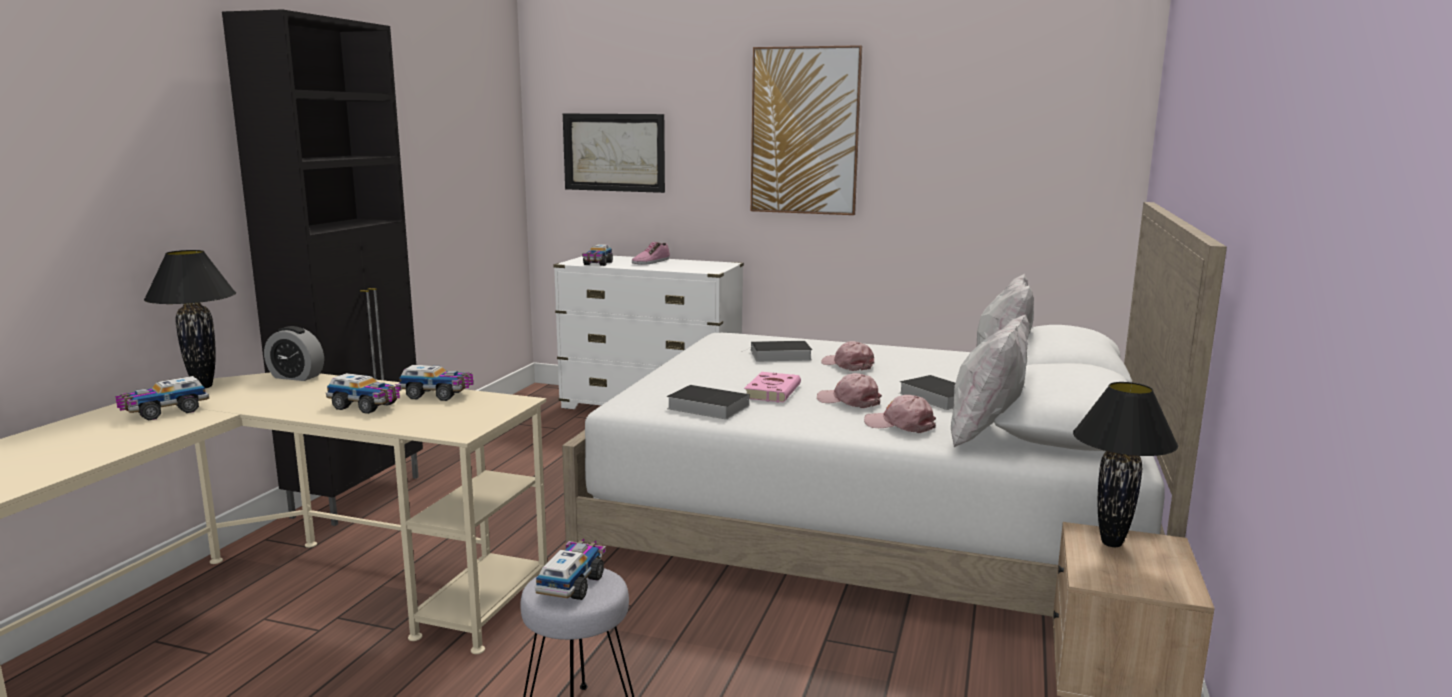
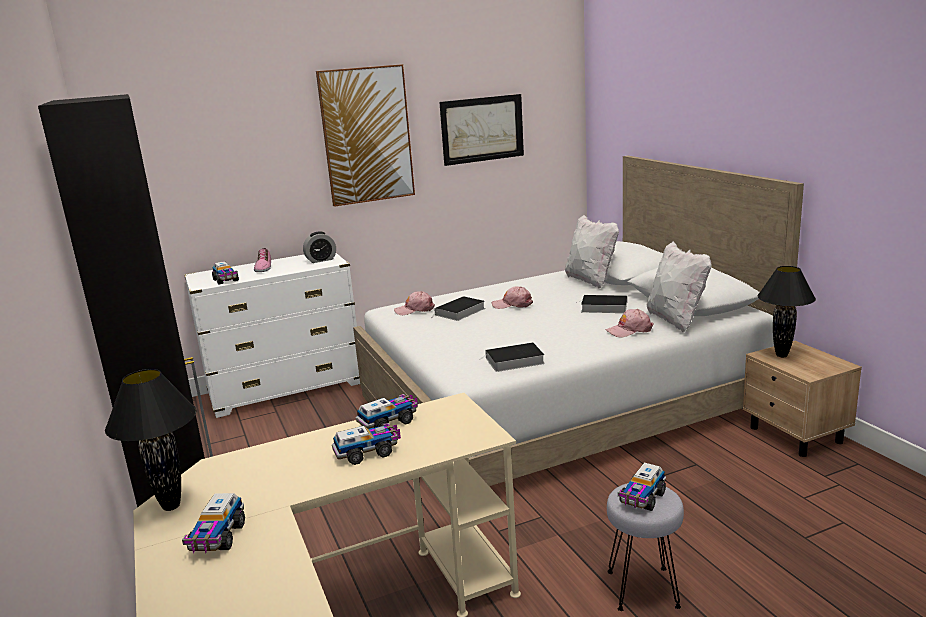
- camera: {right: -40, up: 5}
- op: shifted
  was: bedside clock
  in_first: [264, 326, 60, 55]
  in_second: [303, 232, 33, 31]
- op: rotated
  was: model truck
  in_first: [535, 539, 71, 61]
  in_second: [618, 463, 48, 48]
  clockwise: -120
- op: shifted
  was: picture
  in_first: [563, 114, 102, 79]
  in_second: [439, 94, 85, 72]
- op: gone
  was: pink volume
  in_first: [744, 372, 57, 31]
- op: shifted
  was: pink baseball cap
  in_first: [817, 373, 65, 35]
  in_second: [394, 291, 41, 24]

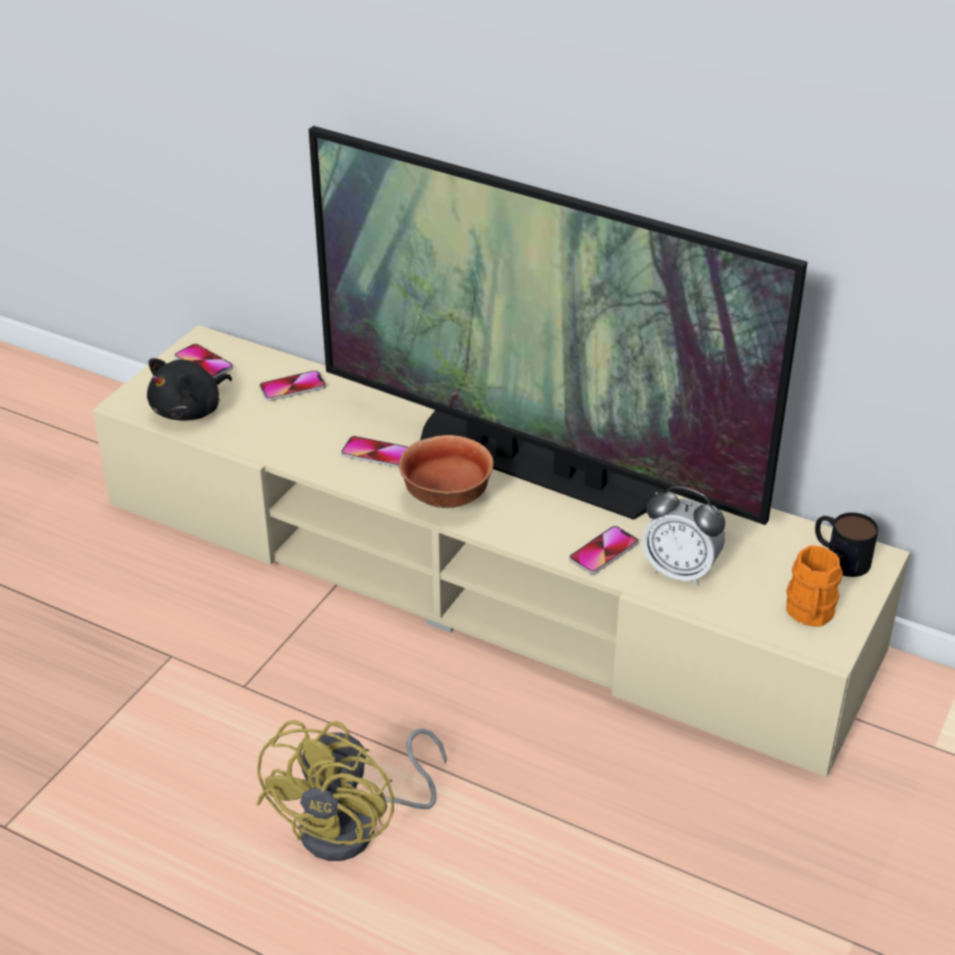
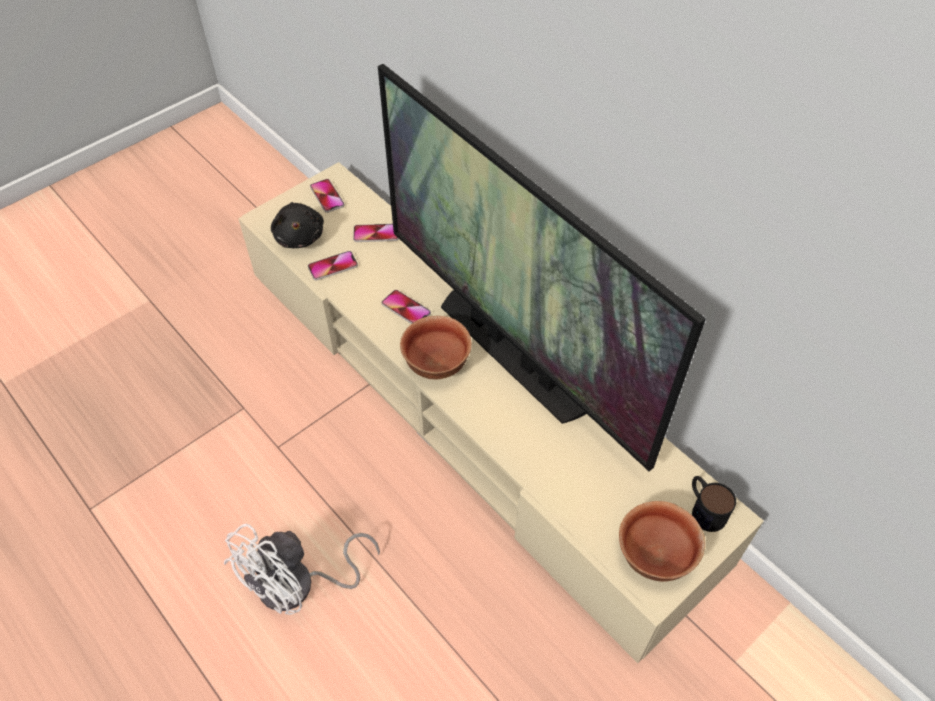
- camera: {right: 20, up: 15}
- op: rotated
  was: black soft toy
  in_first: [147, 358, 85, 63]
  in_second: [271, 202, 53, 46]
  clockwise: -75
- op: repainted
  was: yellow electric fan
  now: white-coloured electric fan
  in_first: [256, 720, 191, 141]
  in_second: [223, 524, 157, 91]
- op: shifted
  was: telephone
  in_first: [569, 526, 69, 48]
  in_second: [308, 251, 50, 30]
- op: gone
  was: bedside clock
  in_first: [642, 486, 83, 100]
- op: swapped
  was: orange-coloured tea mug
  now: bowl
  in_first: [787, 545, 56, 82]
  in_second: [619, 501, 86, 81]

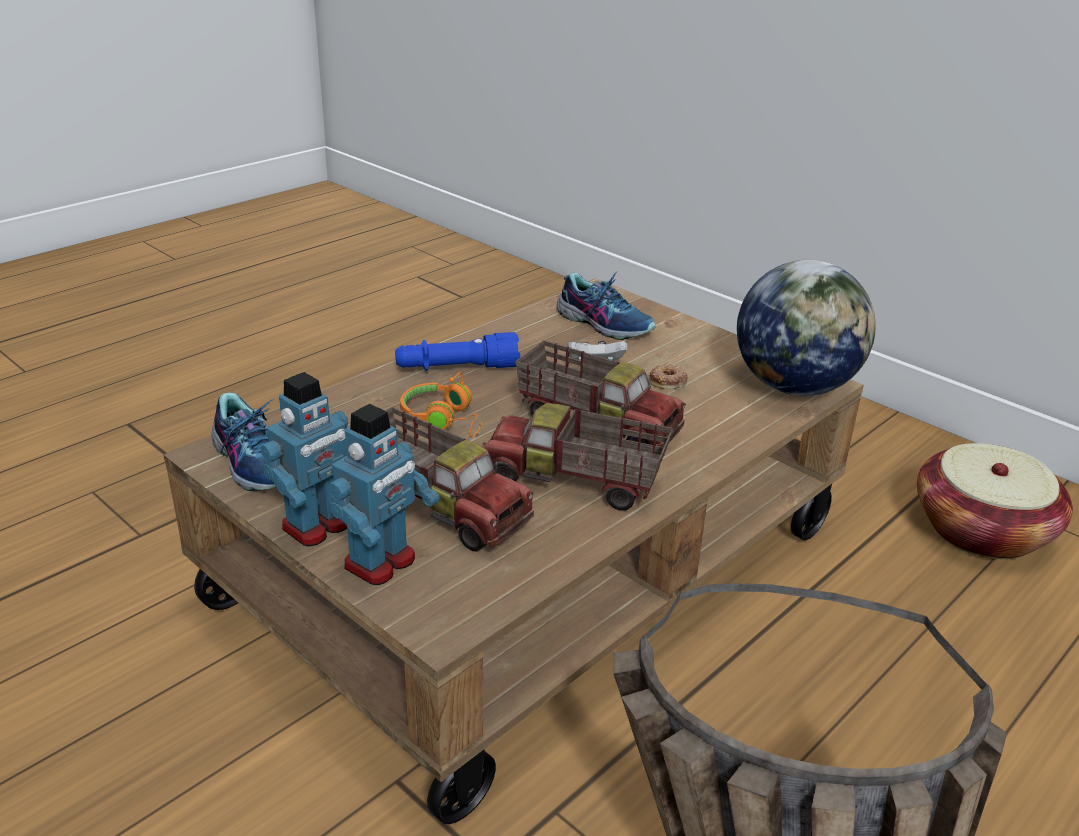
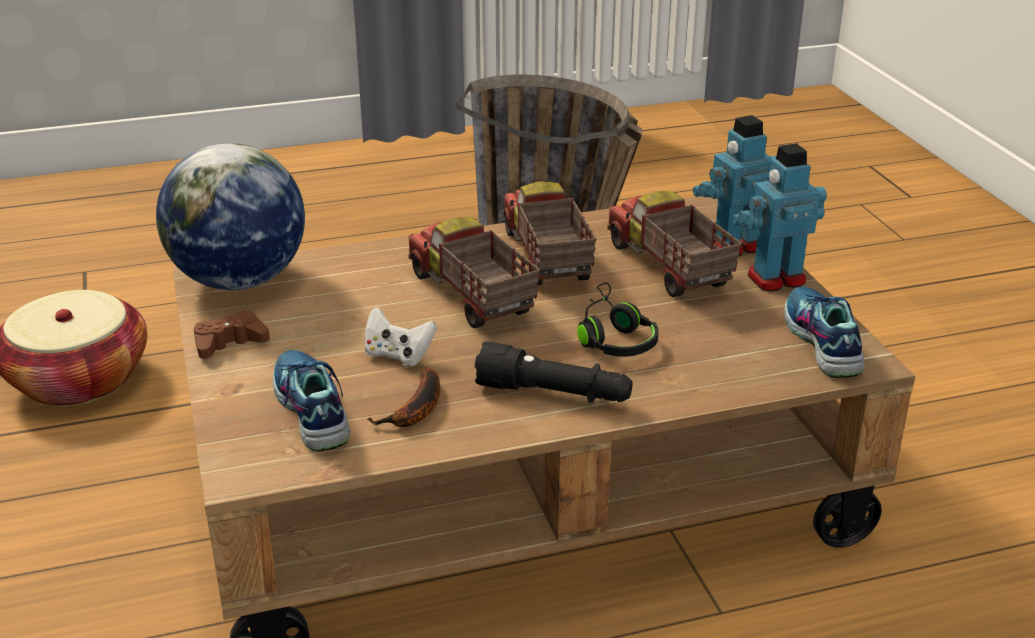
- camera: {right: -150, up: 0}
- op: repainted
  was: blue-coloured flashlight
  now: black flashlight
  in_first: [395, 332, 125, 39]
  in_second: [475, 341, 158, 62]
- op: repainted
  was: orange-coloured headset
  now: black headset
  in_first: [400, 372, 83, 66]
  in_second: [577, 282, 82, 75]
- op: rotated
  was: model truck
  in_first: [482, 403, 191, 107]
  in_second: [503, 181, 93, 104]
  clockwise: -150
- op: gone
  was: donut
  in_first: [650, 364, 38, 25]
- op: new
  now: brownish joypad
  in_second: [194, 311, 76, 48]
- op: new
  now: banana fruit
  in_second: [368, 367, 72, 60]

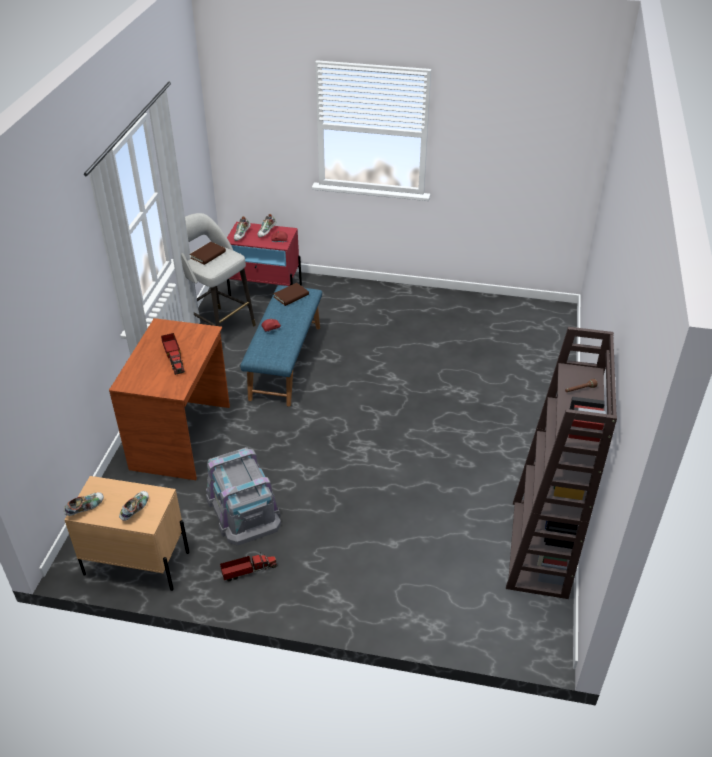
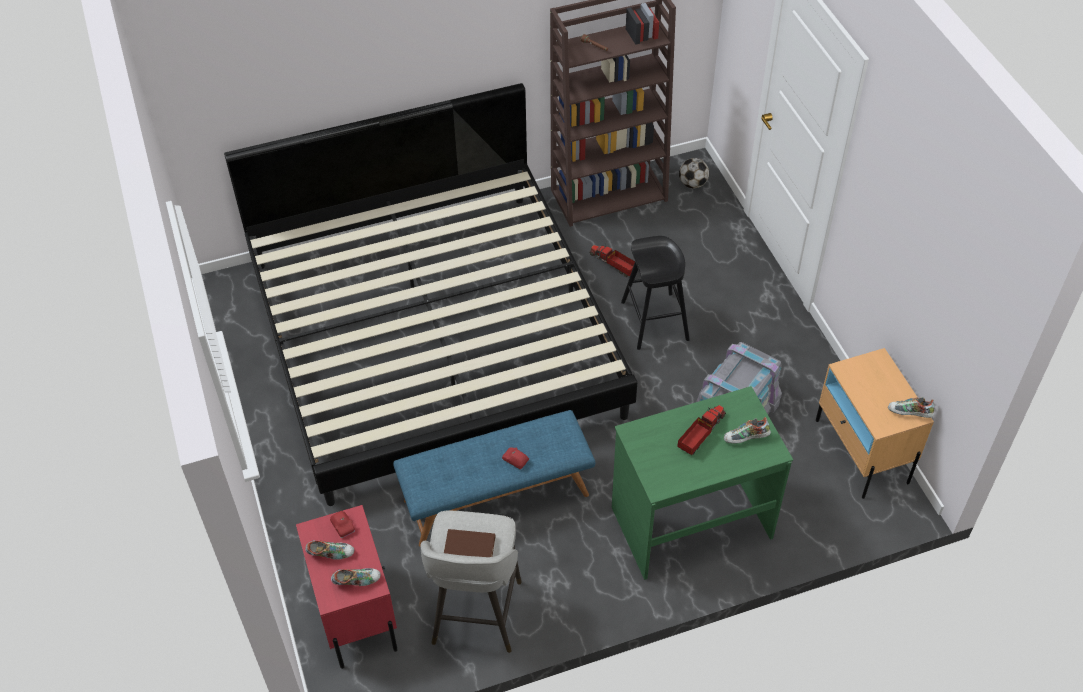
- camera: {right: -120, up: 10}
- op: repainted
  was: brownish desk
  now: green desk
  in_first: [109, 318, 121, 162]
  in_second: [612, 386, 181, 194]
- op: shifted
  was: low shoe
  in_first: [119, 491, 30, 30]
  in_second: [724, 417, 47, 27]
- op: shifted
  was: model truck
  in_first: [220, 552, 57, 30]
  in_second: [589, 244, 46, 33]
- op: gone
  was: brownish volume
  in_first: [273, 283, 36, 23]
- op: new
  now: sleeping bed
  in_second: [224, 83, 413, 423]
- op: new
  now: black sitting stool
  in_second: [621, 236, 69, 114]
- op: new
  now: ball for football
  in_second: [679, 158, 30, 30]

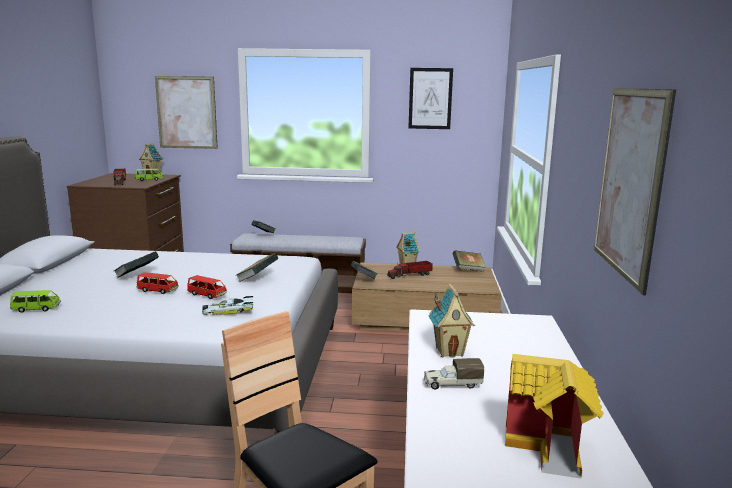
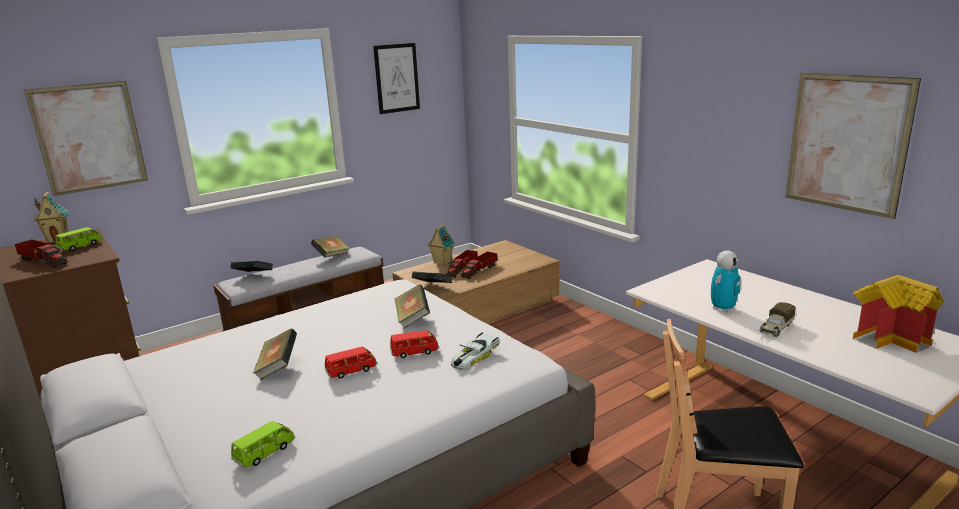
- camera: {right: -40, up: 5}
- op: swapped
  was: toy house
  now: model robot
  in_first: [429, 284, 46, 74]
  in_second: [711, 251, 30, 62]
- op: shifted
  was: volume
  in_first: [453, 250, 33, 22]
  in_second: [311, 236, 39, 21]
- op: new
  now: model truck
  in_second: [461, 251, 36, 28]

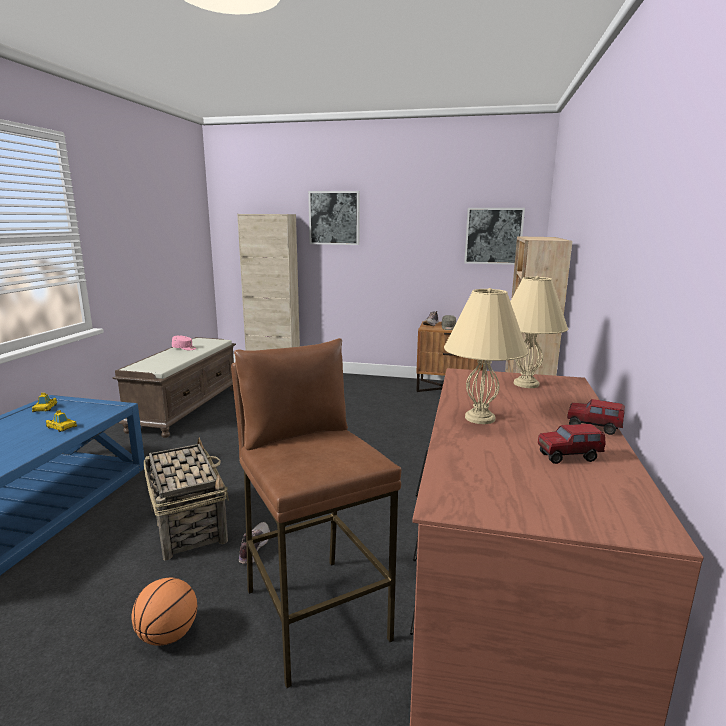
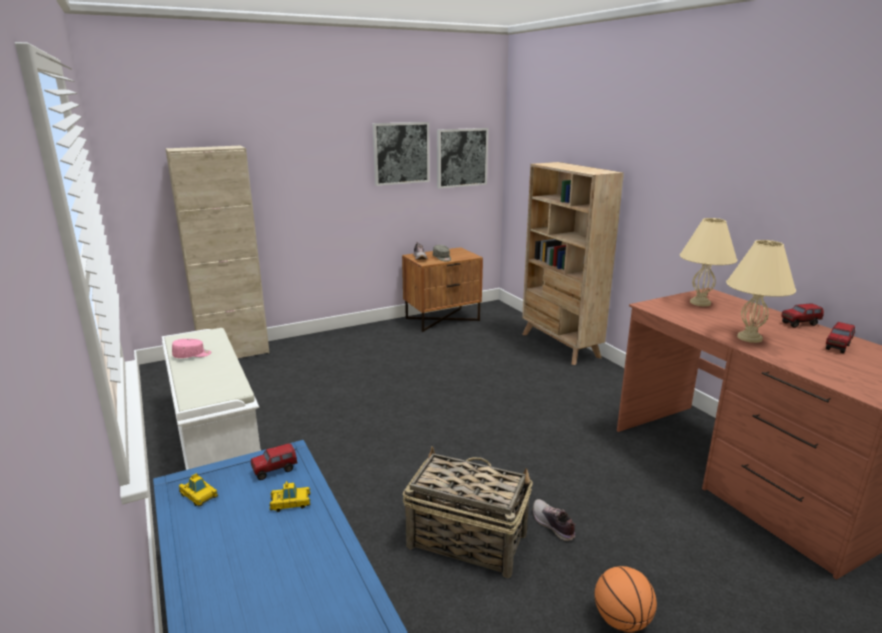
- camera: {right: -40, up: 5}
- op: repainted
  was: brownish bench
  now: white-coloured bench
  in_first: [113, 337, 123, 101]
  in_second: [162, 328, 99, 142]
- op: gone
  was: brownish sitting stool
  in_first: [231, 338, 171, 350]
- op: shifted
  was: picture
  in_first: [308, 191, 52, 54]
  in_second: [372, 122, 58, 64]
- op: new
  now: model truck
  in_second: [251, 443, 47, 37]

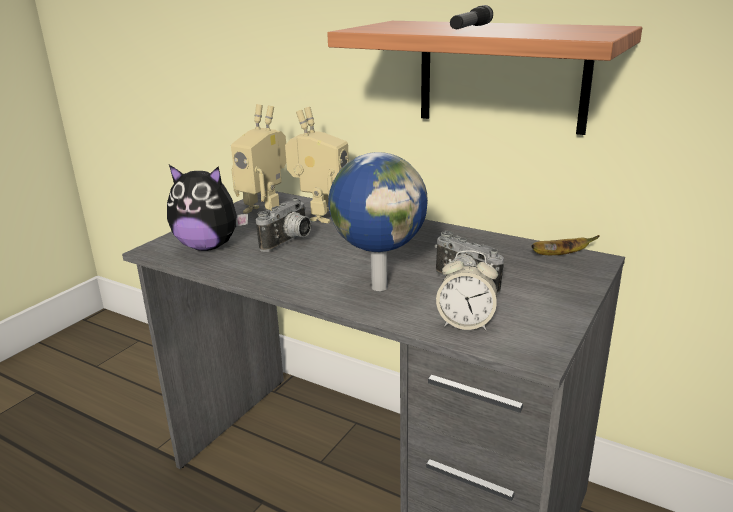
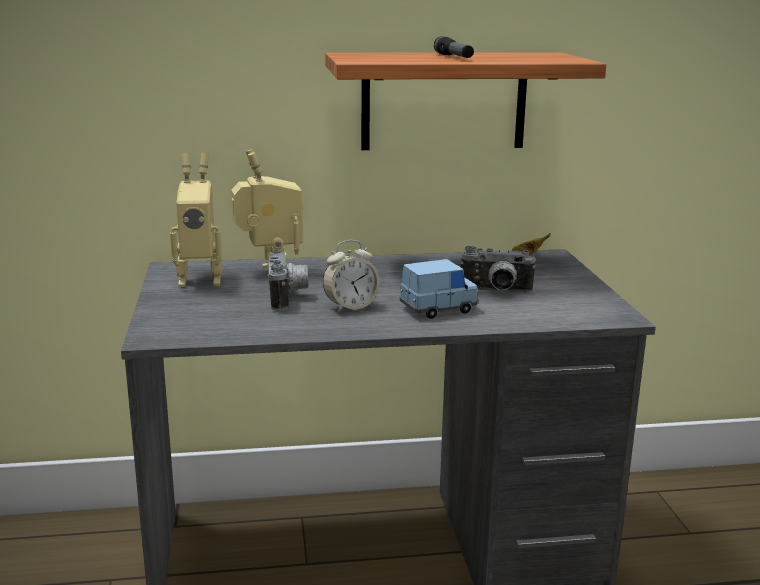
- camera: {right: -40, up: -5}
- op: gone
  was: soft toy
  in_first: [167, 165, 81, 86]
- op: swapped
  was: globe
  now: blue-coloured toy car
  in_first: [328, 152, 100, 139]
  in_second: [399, 259, 80, 60]
- op: shifted
  was: bedside clock
  in_first: [436, 250, 62, 81]
  in_second: [323, 240, 57, 73]

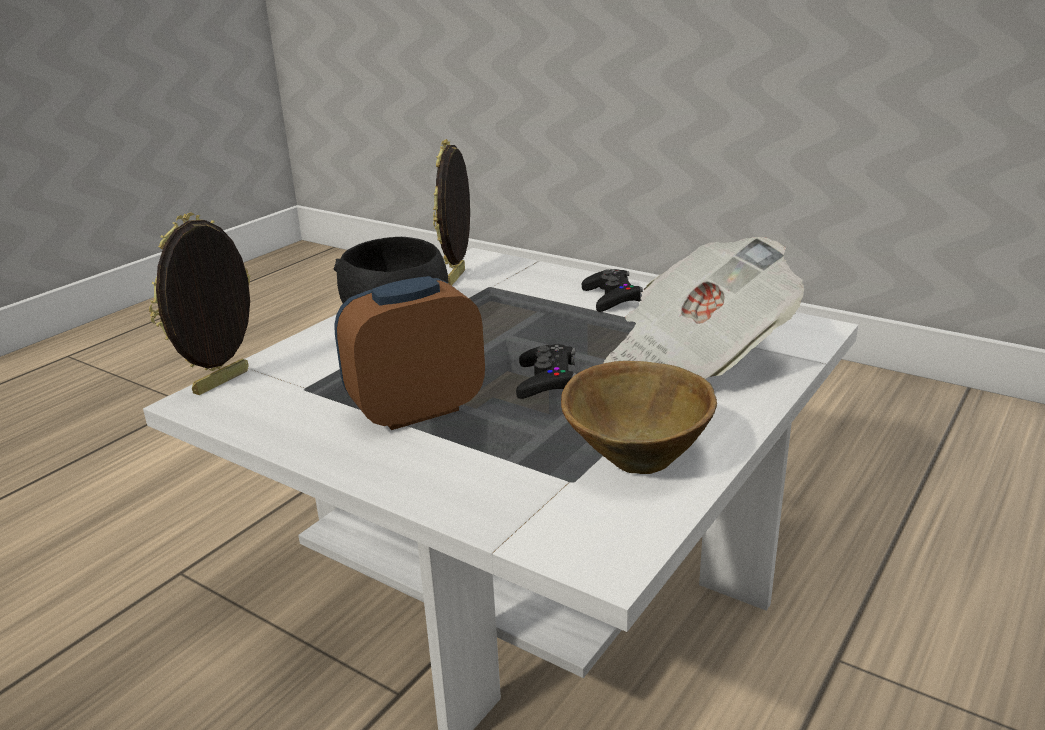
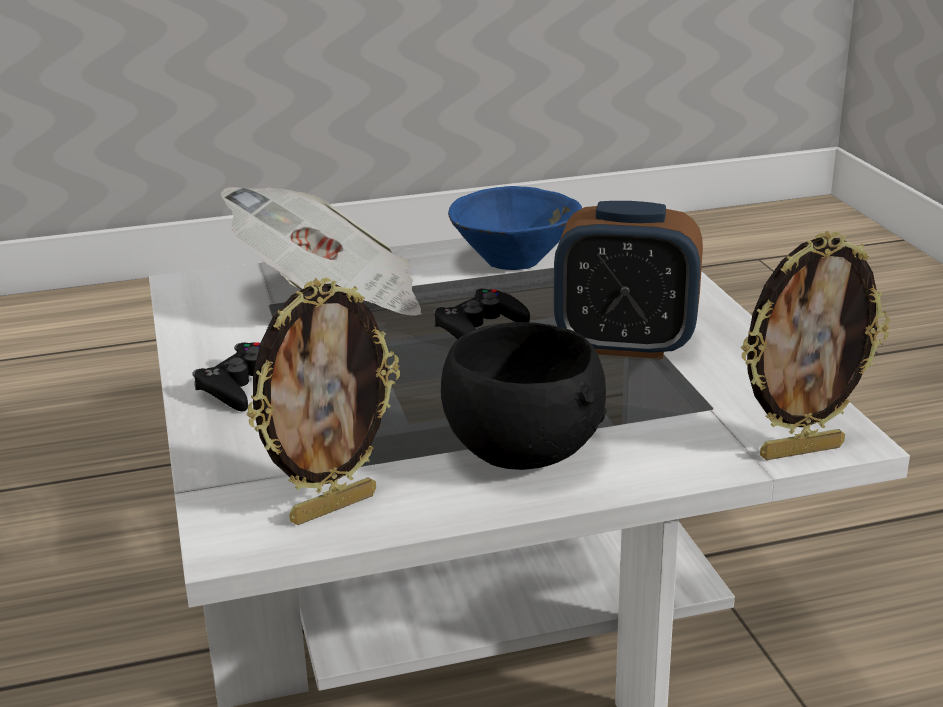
- camera: {right: -140, up: 0}
- op: repainted
  was: brownish bowl
  now: blue-coloured bowl
  in_first: [561, 361, 156, 113]
  in_second: [448, 186, 134, 84]

